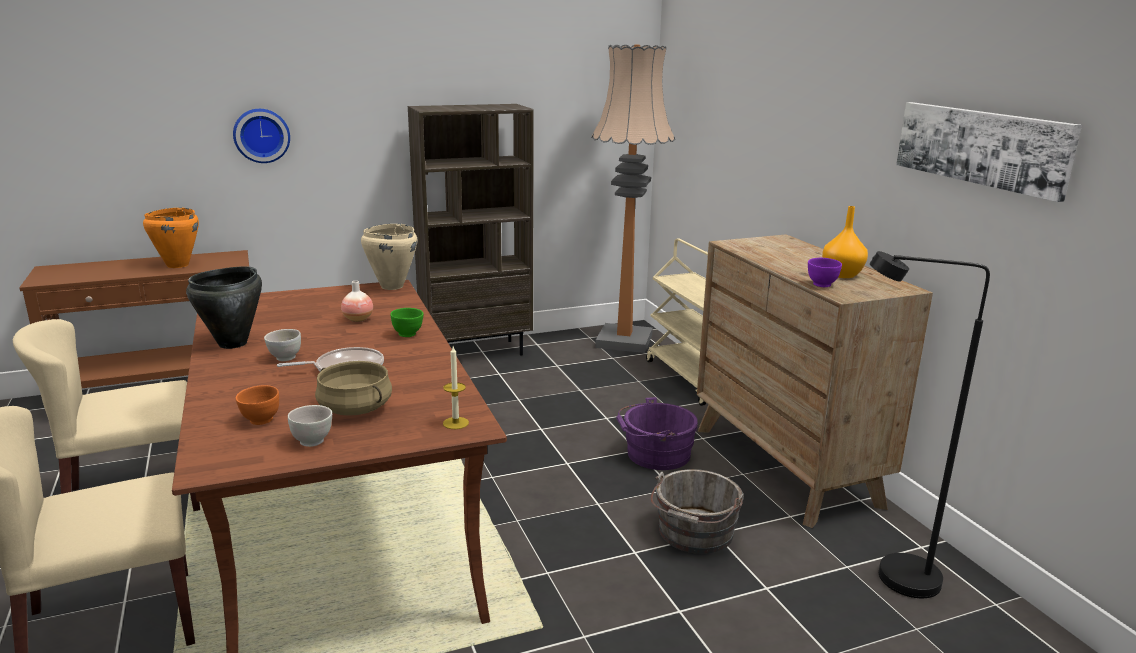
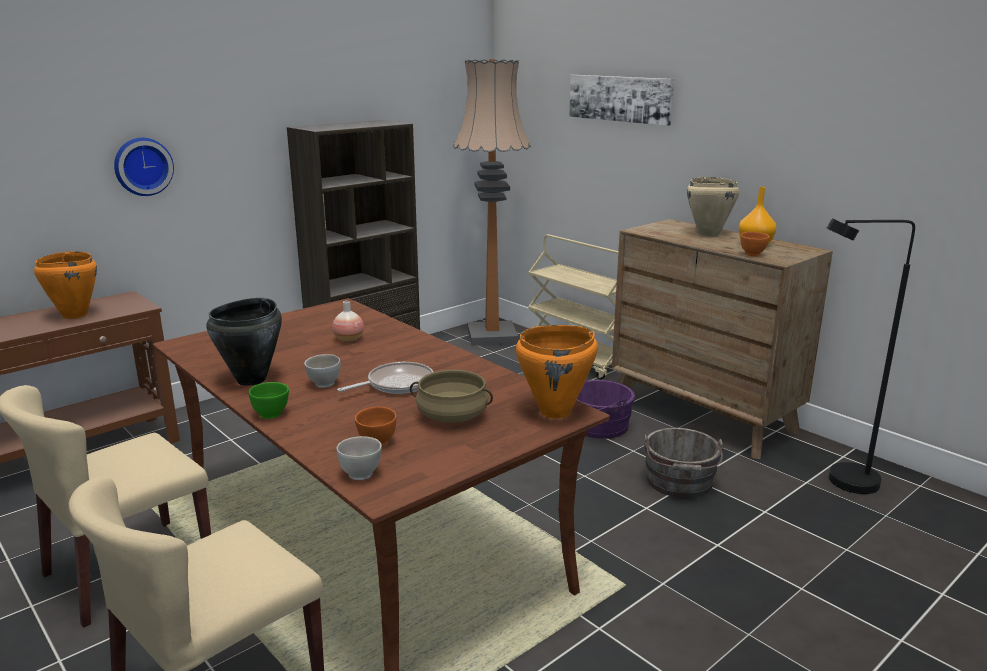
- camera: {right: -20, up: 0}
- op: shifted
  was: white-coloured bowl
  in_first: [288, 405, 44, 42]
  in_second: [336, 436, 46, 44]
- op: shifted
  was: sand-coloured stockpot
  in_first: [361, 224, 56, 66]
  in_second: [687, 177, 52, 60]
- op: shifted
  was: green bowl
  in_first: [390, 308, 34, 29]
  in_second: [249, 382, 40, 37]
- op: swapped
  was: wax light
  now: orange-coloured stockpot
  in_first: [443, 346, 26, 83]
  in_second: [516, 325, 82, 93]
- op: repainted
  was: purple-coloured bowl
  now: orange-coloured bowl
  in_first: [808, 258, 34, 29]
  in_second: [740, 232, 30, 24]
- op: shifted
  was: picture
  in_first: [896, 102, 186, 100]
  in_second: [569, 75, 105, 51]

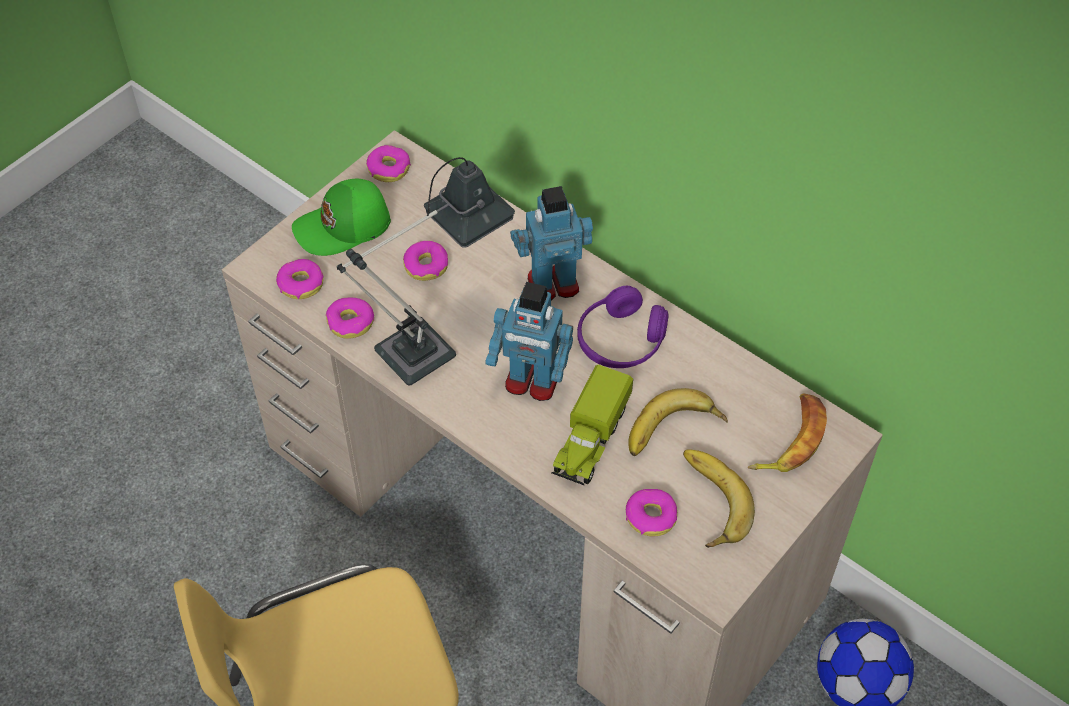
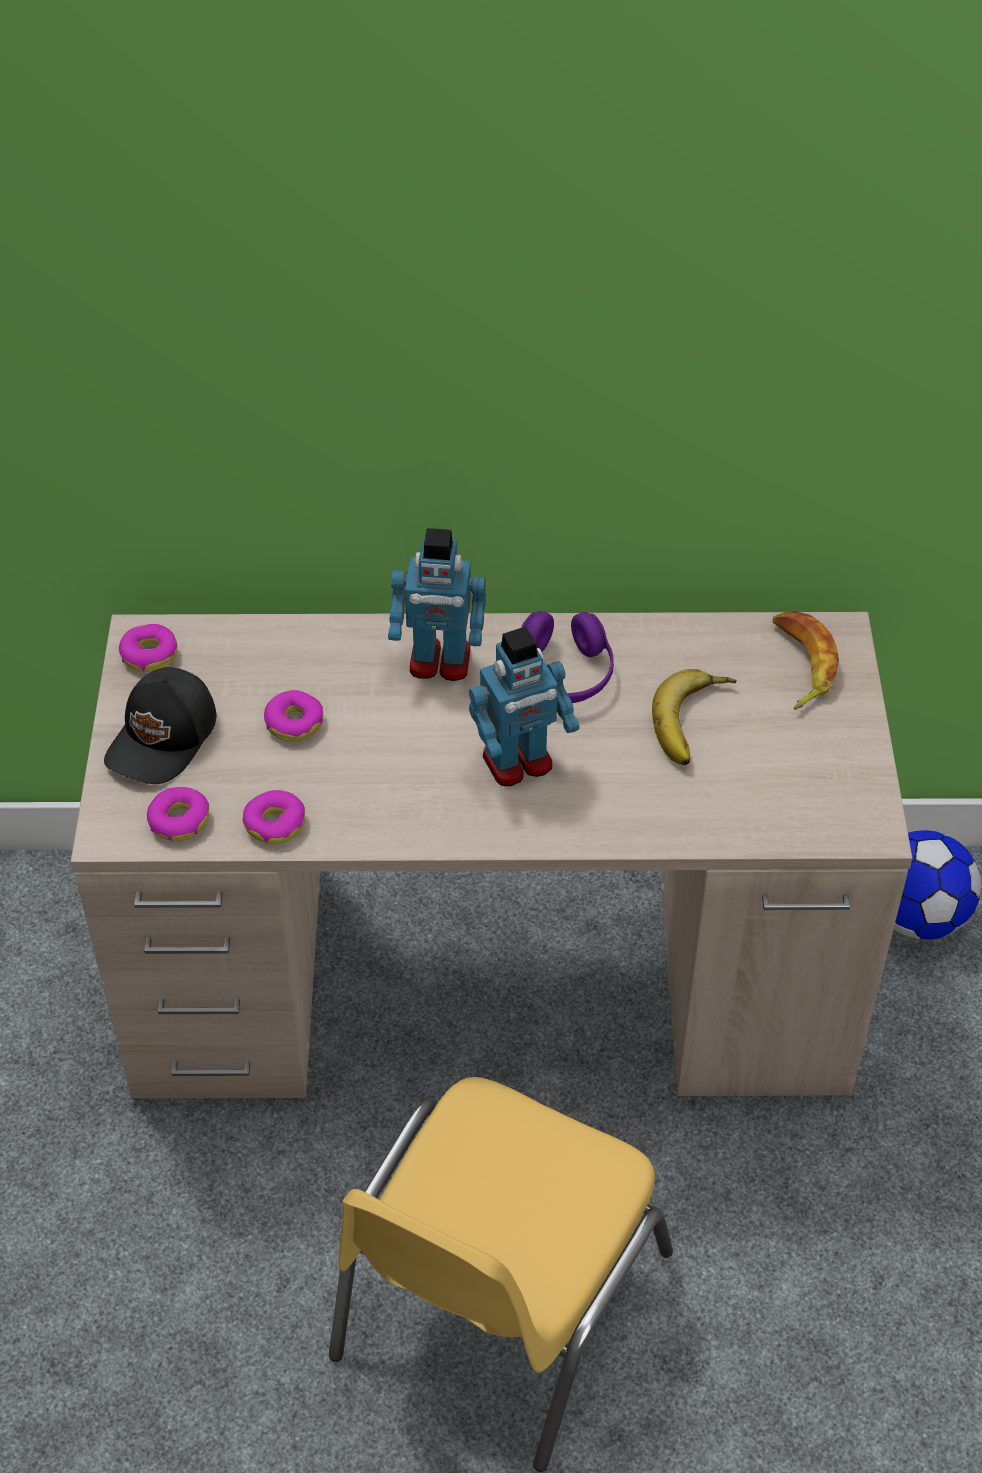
- camera: {right: -40, up: -5}
- op: repainted
  was: green baseball cap
  now: black baseball cap
  in_first: [292, 179, 99, 77]
  in_second: [104, 667, 112, 117]
- op: gone
  was: tabletop lamp
  in_first: [337, 157, 178, 229]
- op: rotated
  was: model robot
  in_first: [510, 186, 83, 115]
  in_second: [388, 528, 98, 153]
  clockwise: -120
- op: gone
  was: model truck
  in_first: [551, 364, 82, 122]
- op: gone
  was: donut
  in_first: [626, 489, 51, 47]
- op: gone
  was: banana fruit
  in_first: [683, 449, 72, 99]

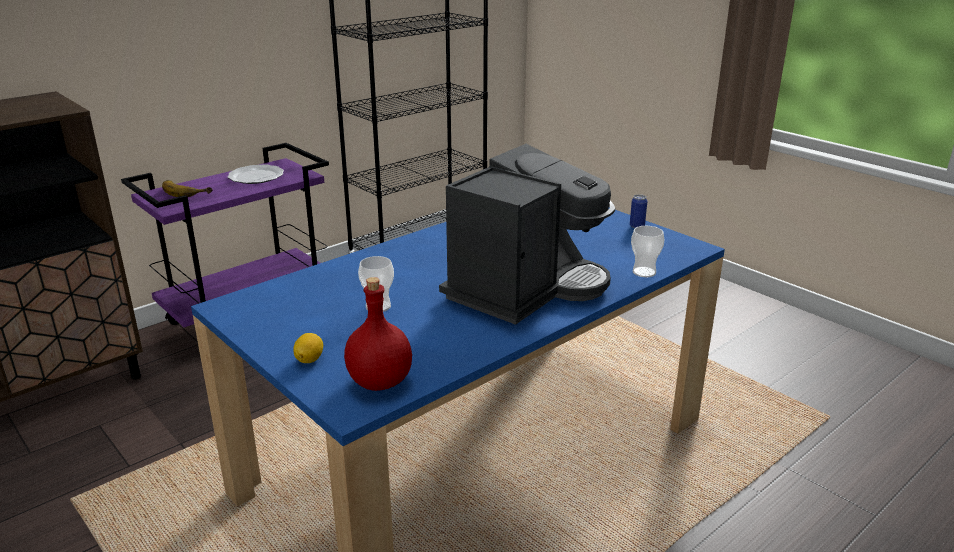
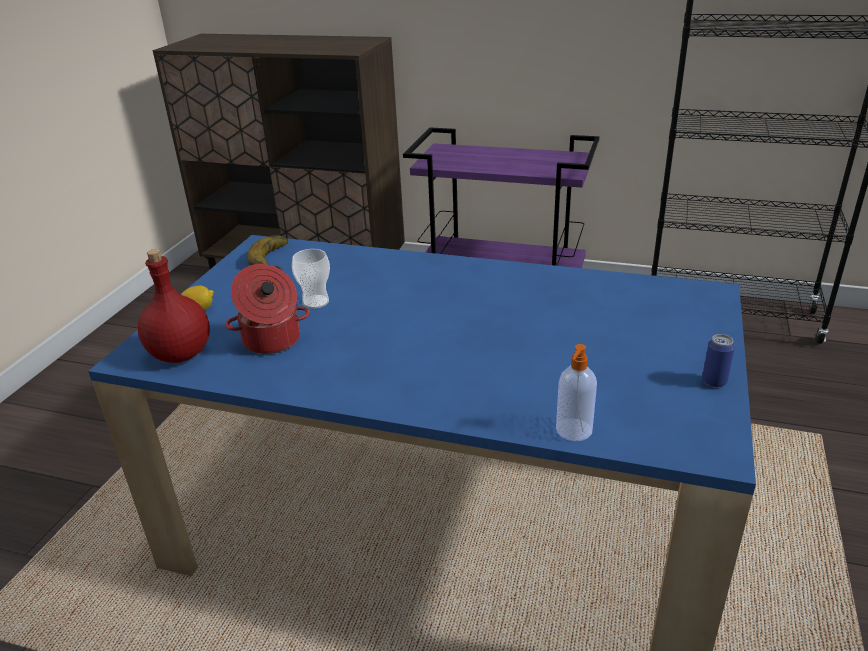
- camera: {right: 60, up: 5}
- op: shifted
  was: banana fruit
  in_first: [162, 180, 51, 17]
  in_second: [247, 235, 41, 36]
- op: gone
  was: flat dish
  in_first: [227, 164, 57, 20]
- op: gone
  was: coffee brewer
  in_first: [439, 144, 176, 181]
- op: swapped
  was: cup
  now: liquid soap bottle
  in_first: [631, 226, 33, 51]
  in_second: [556, 344, 41, 97]
- op: new
  now: stockpot
  in_second: [225, 264, 85, 90]

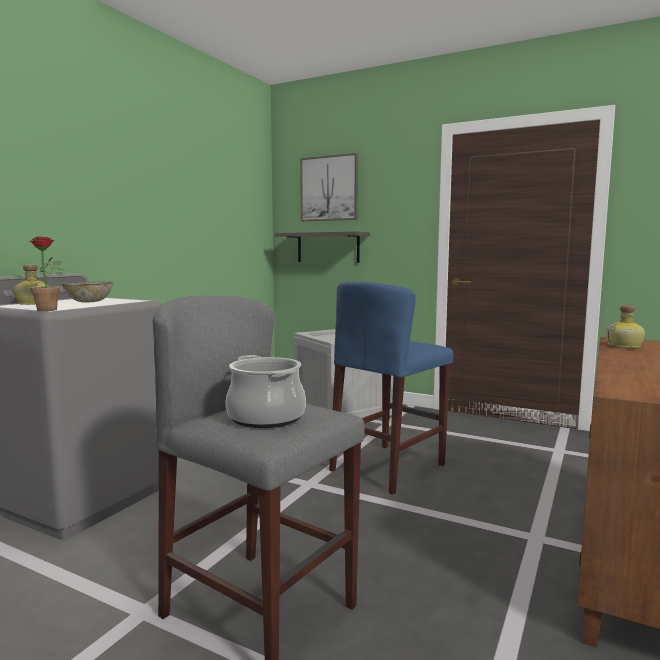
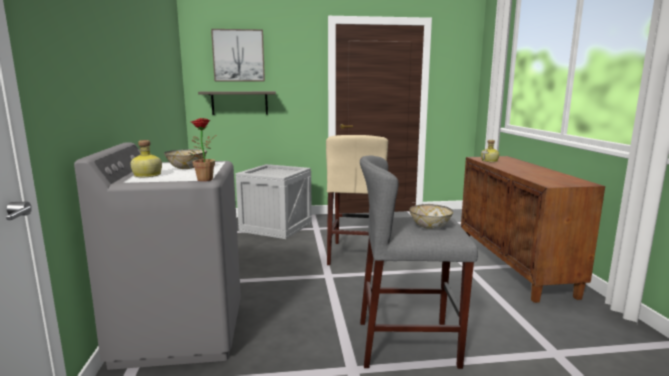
- camera: {right: -35, up: 5}
- op: swapped
  was: stockpot
  now: bowl
  in_first: [225, 355, 81, 73]
  in_second: [409, 204, 44, 25]
- op: repainted
  was: blue-coloured sitting stool
  now: sand-coloured sitting stool
  in_first: [329, 282, 124, 213]
  in_second: [326, 135, 62, 130]

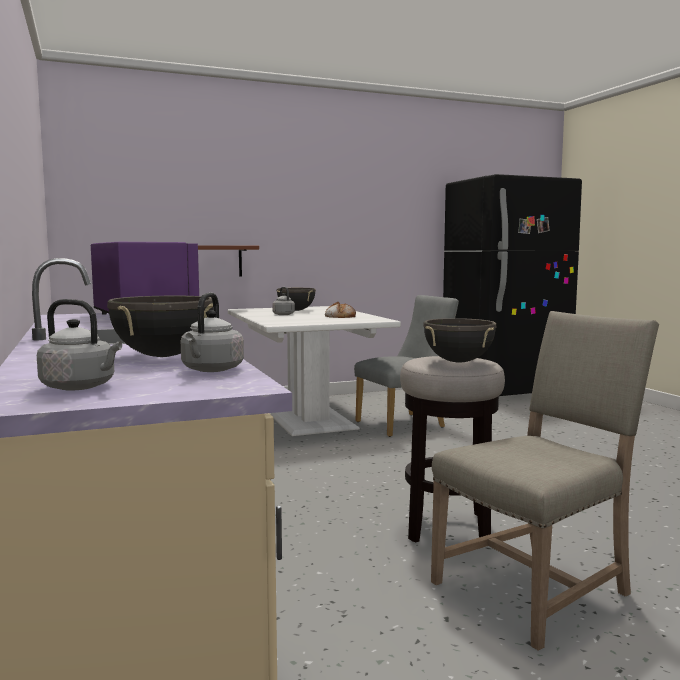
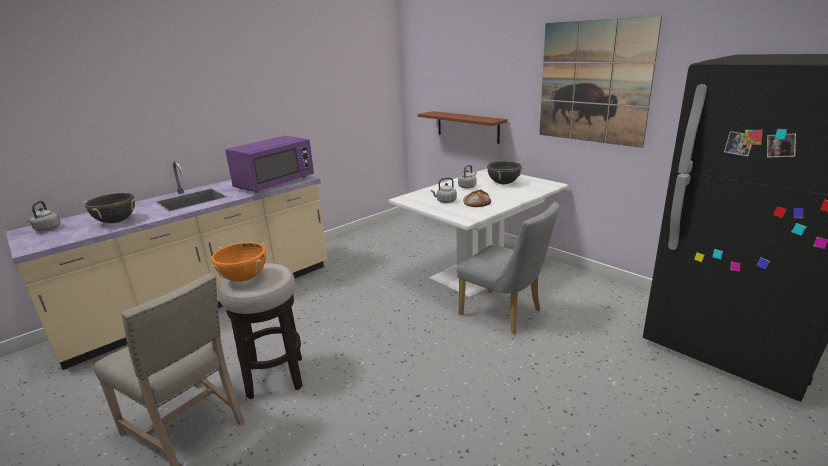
- camera: {right: 70, up: 15}
- op: shifted
  was: grey kettle
  in_first: [181, 293, 63, 79]
  in_second: [431, 177, 26, 26]
- op: repainted
  was: black stockpot
  now: orange-coloured stockpot
  in_first: [423, 318, 74, 45]
  in_second: [210, 242, 56, 40]
- op: new
  now: picture
  in_second: [539, 16, 123, 132]

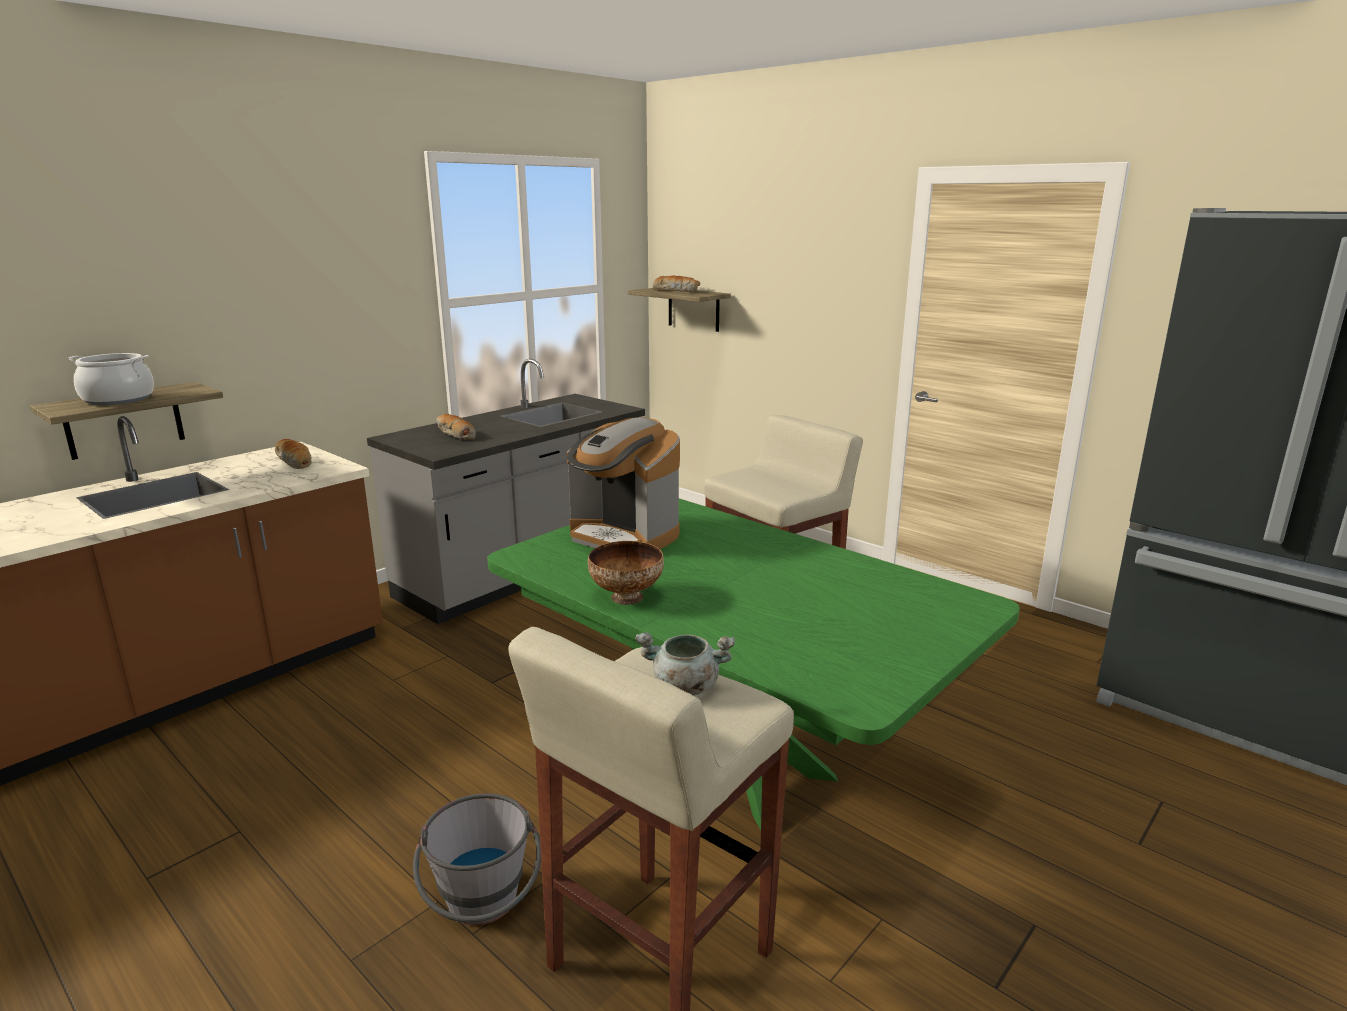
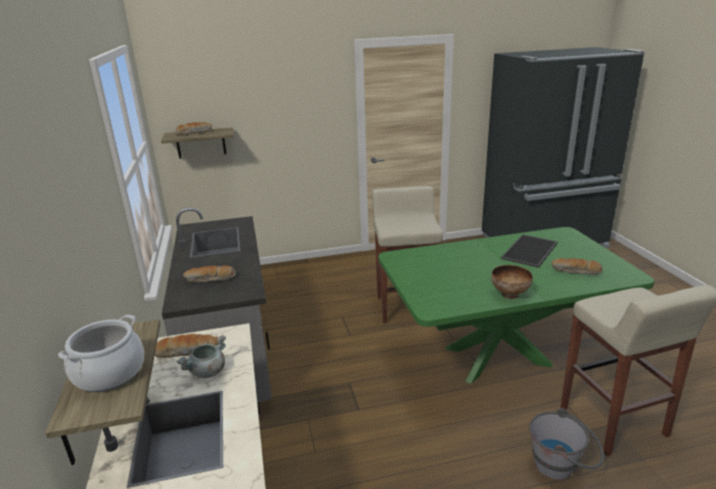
- camera: {right: -55, up: 5}
- op: gone
  was: coffee brewer
  in_first: [567, 417, 113, 132]
- op: shifted
  was: grey stockpot
  in_first: [635, 632, 100, 64]
  in_second: [176, 334, 50, 44]
- op: new
  now: serving tray
  in_second: [501, 234, 57, 34]
- op: new
  now: bread
  in_second: [551, 258, 52, 17]

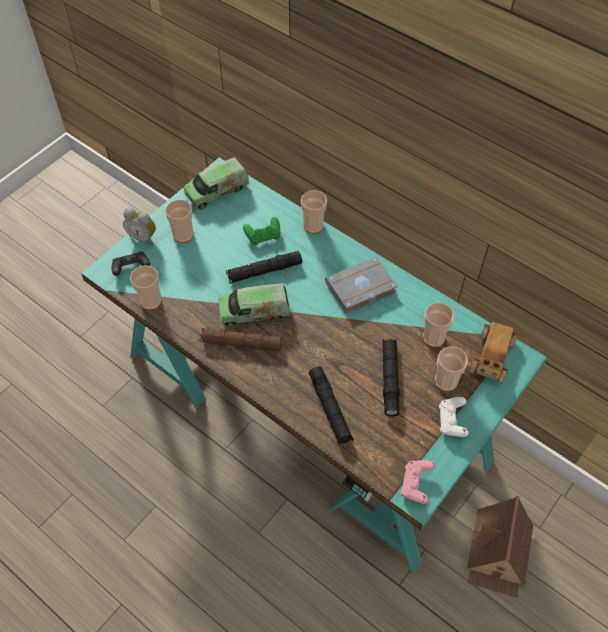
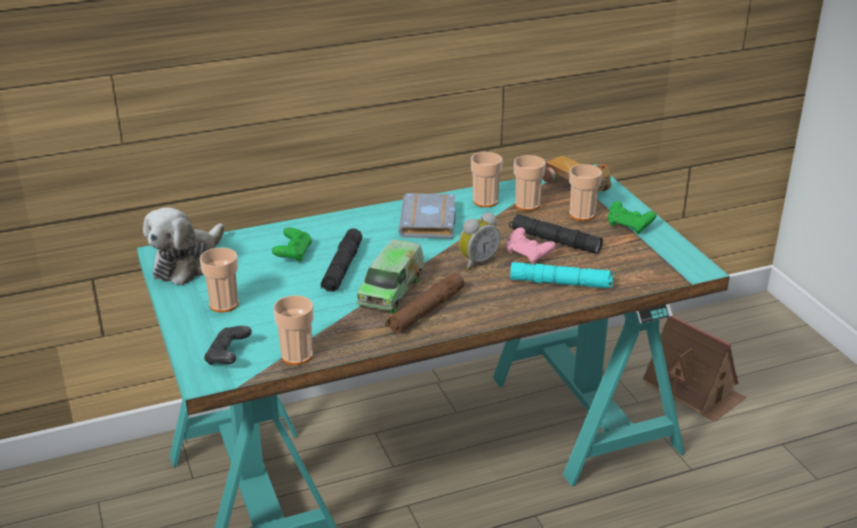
- camera: {right: -60, up: -25}
- op: shifted
  was: bedside clock
  in_first: [123, 208, 33, 37]
  in_second: [459, 213, 41, 57]
- op: swapped
  was: model truck
  now: soft toy
  in_first: [183, 157, 67, 53]
  in_second: [143, 207, 81, 78]
- op: shifted
  was: cup
  in_first: [301, 190, 26, 44]
  in_second: [471, 152, 32, 55]
- op: repainted
  was: black flashlight
  now: turquoise-coloured flashlight
  in_first: [309, 366, 45, 79]
  in_second: [510, 262, 104, 26]
- op: shifted
  was: pink joypad
  in_first: [400, 460, 35, 44]
  in_second: [506, 227, 50, 37]
- op: repainted
  was: white-coloured joypad
  now: green joypad
  in_first: [439, 397, 30, 40]
  in_second: [608, 201, 48, 33]

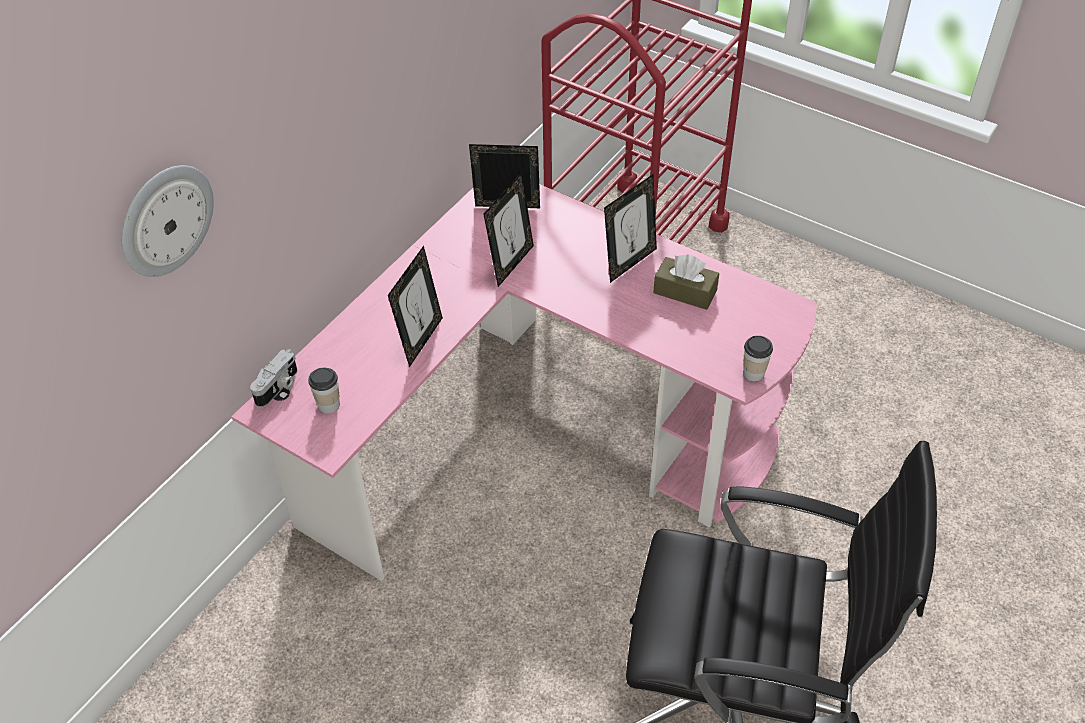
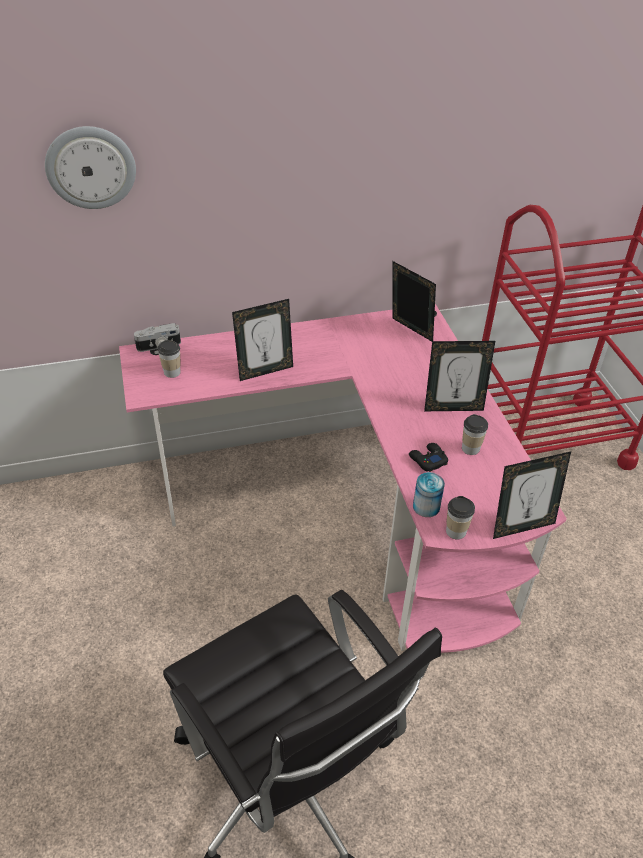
- camera: {right: 40, up: -5}
- op: shifted
  was: photo frame
  in_first: [483, 172, 51, 115]
  in_second: [493, 452, 78, 87]
- op: swapped
  was: brownish tissue box
  now: cup
  in_first: [653, 255, 66, 55]
  in_second: [462, 414, 26, 41]
- op: new
  now: black joypad
  in_second: [409, 443, 39, 29]
- op: new
  now: can
  in_second: [413, 472, 32, 45]

